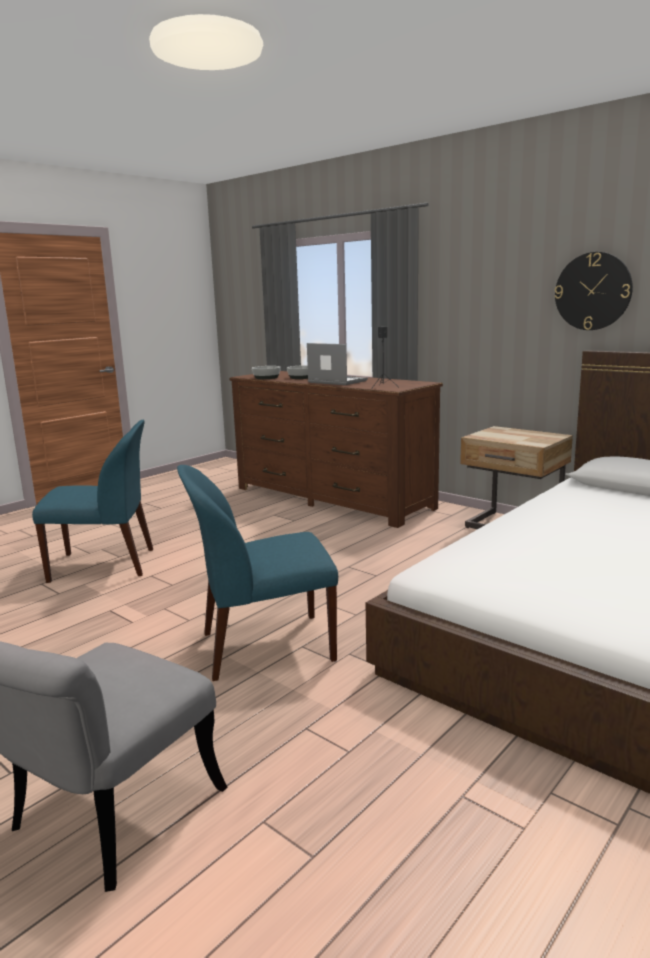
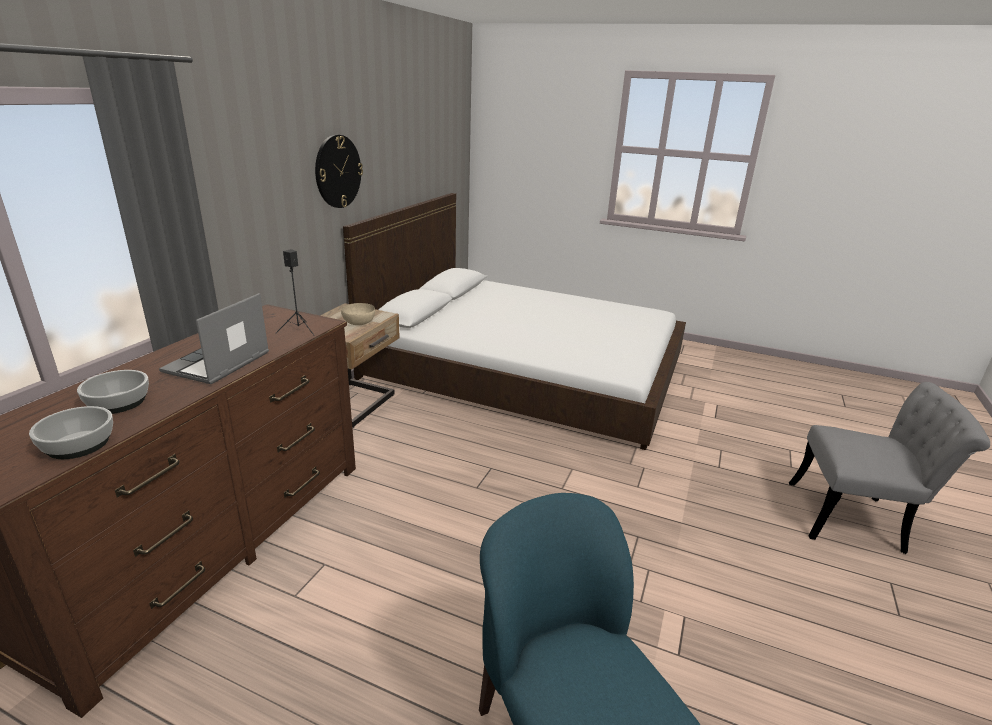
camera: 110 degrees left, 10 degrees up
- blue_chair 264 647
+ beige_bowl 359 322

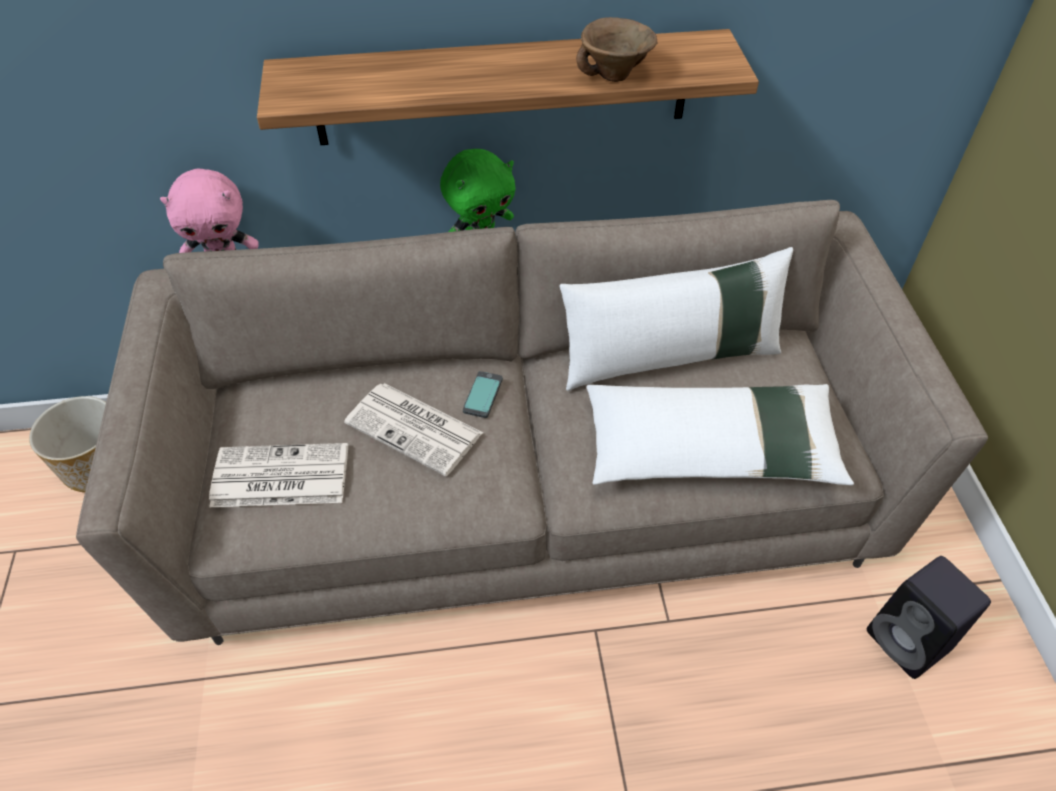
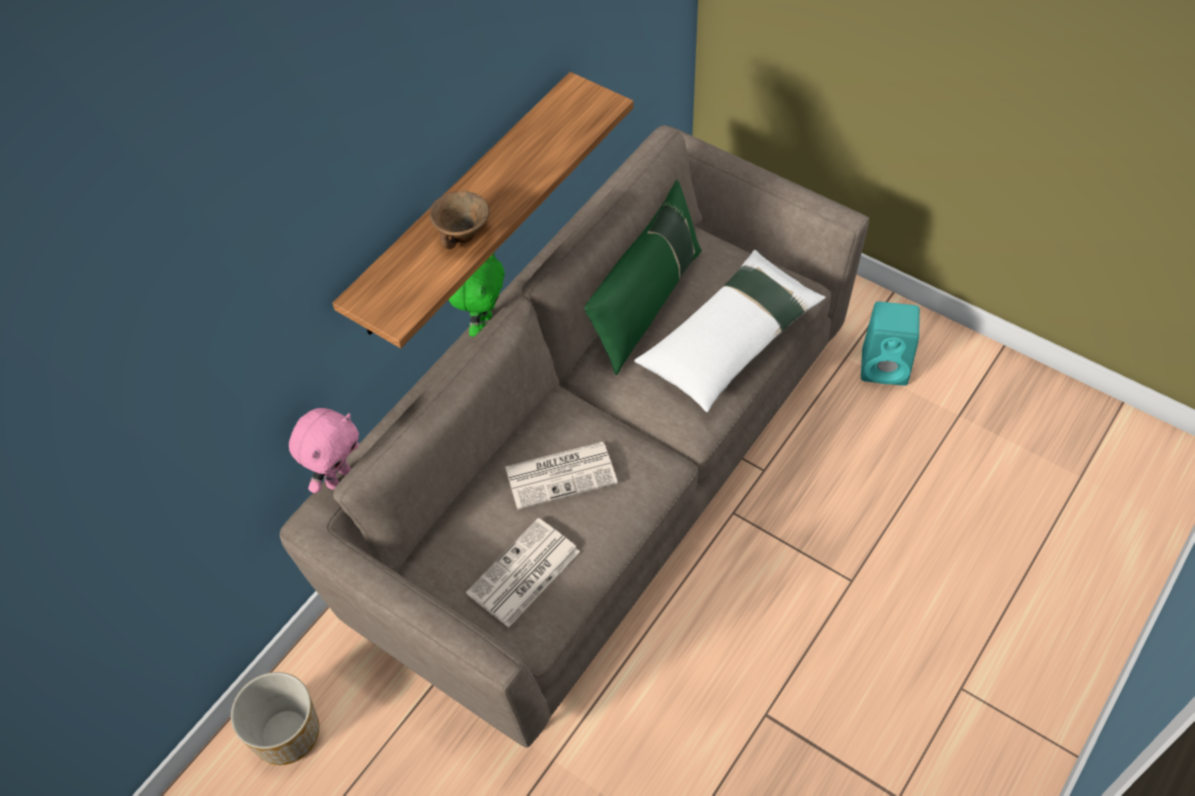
camera: 45 degrees left, 5 degrees up
- phone 482 395
~ white_pillow 670 357 to green_pillow 646 304
~ brown_bowl 614 76 to 463 235
~ black_speaker 910 642 to turquoise_speaker 886 367

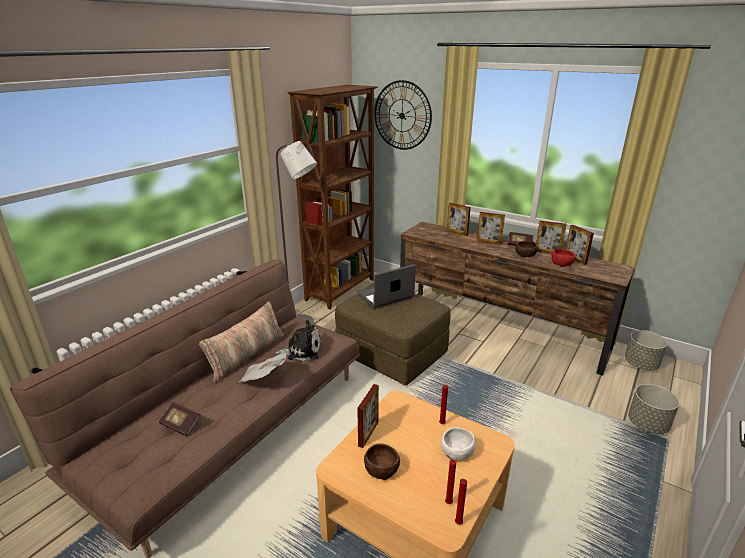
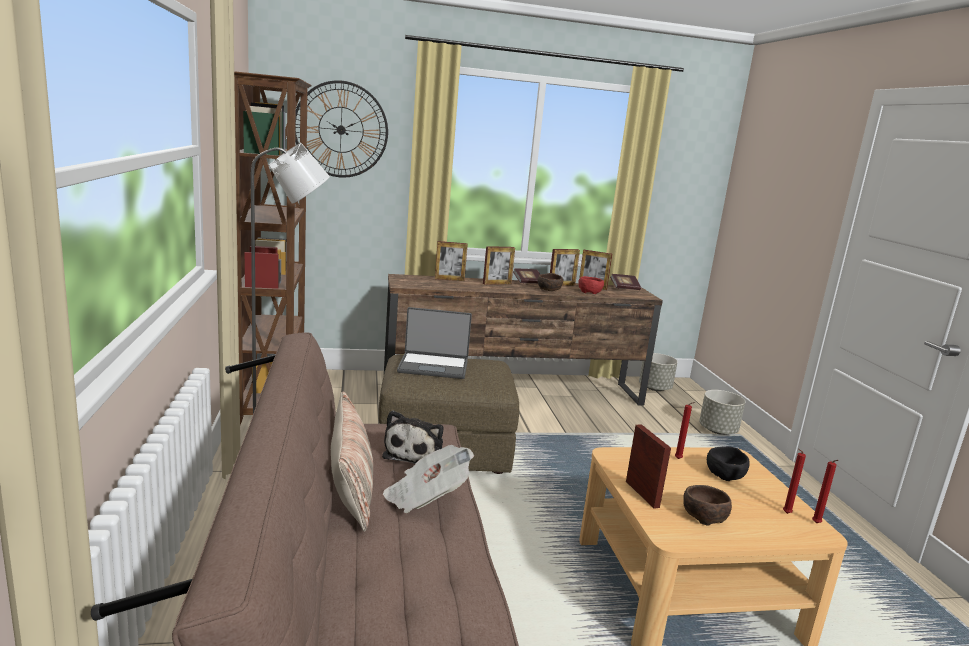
camera: 45 degrees left, 10 degrees down
~ book 181 425 to 624 288
~ plush_toy 301 350 = 416 453 150 degrees clockwise
~ laptop 386 296 = 433 366 105 degrees counterclockwise
~ white_bowl 456 452 to black_bowl 725 475

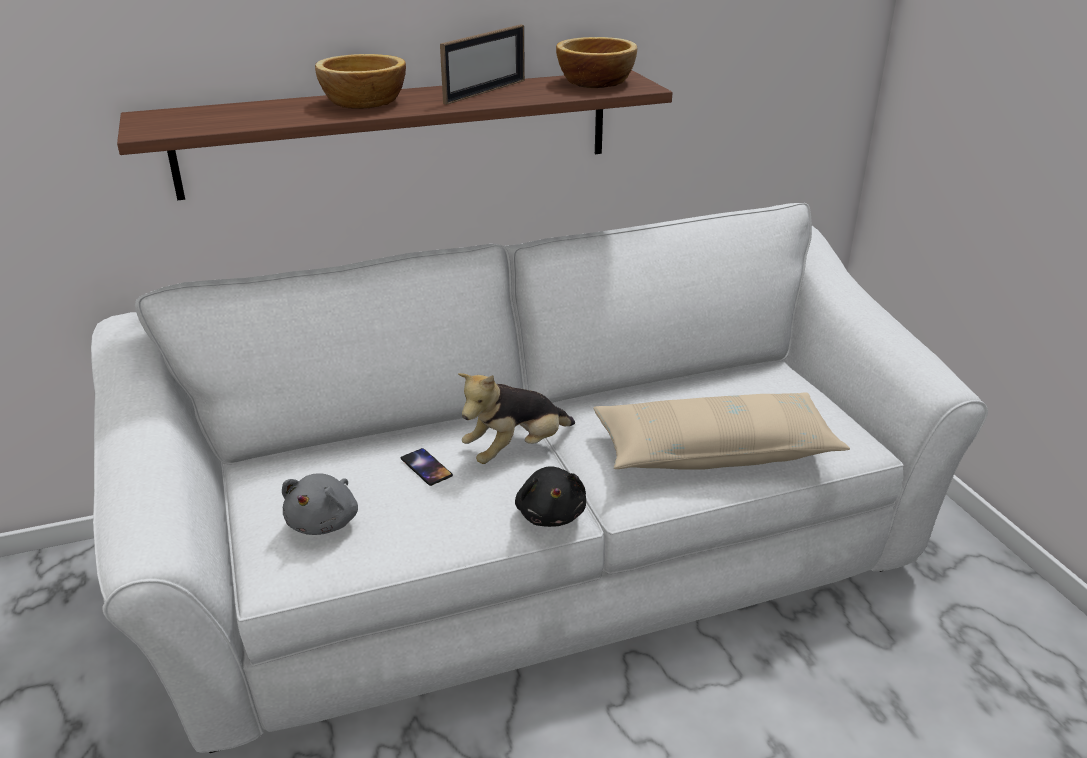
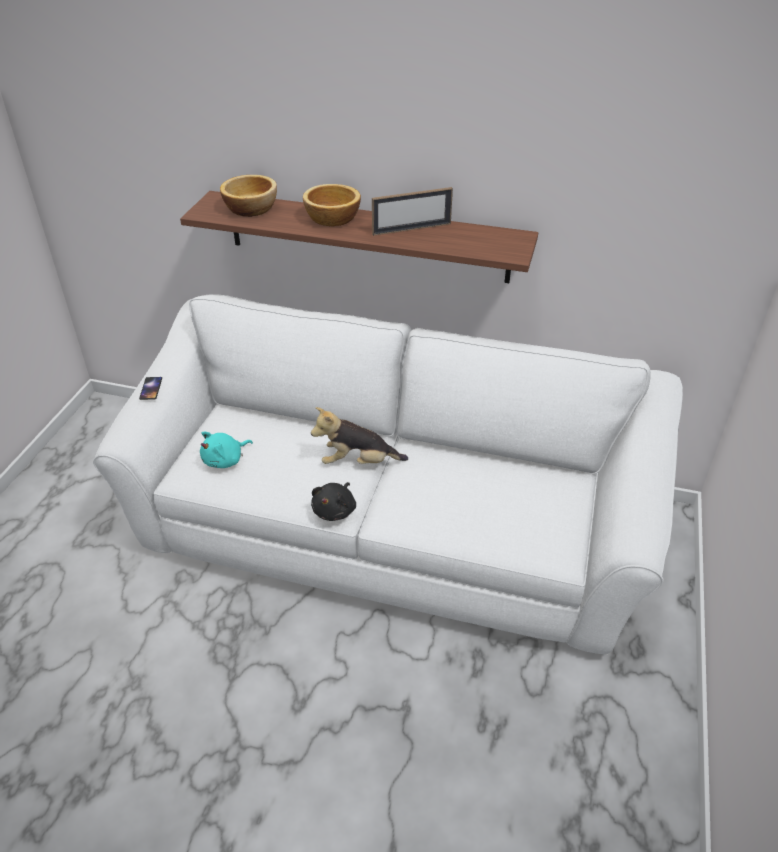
camera: 35 degrees right, 10 degrees up
~ grey_plush_toy 325 522 to turquoise_plush_toy 225 460
~ phone 426 467 to 151 388
~ bowl 595 81 to 251 208
- beige_pillow 714 451

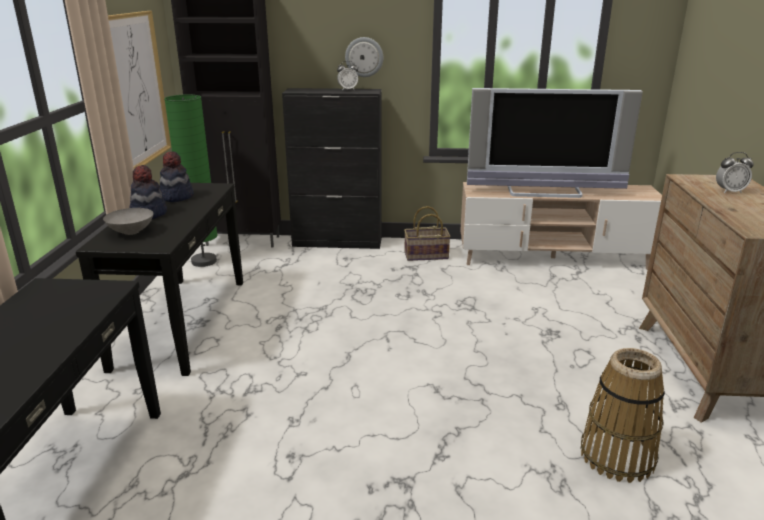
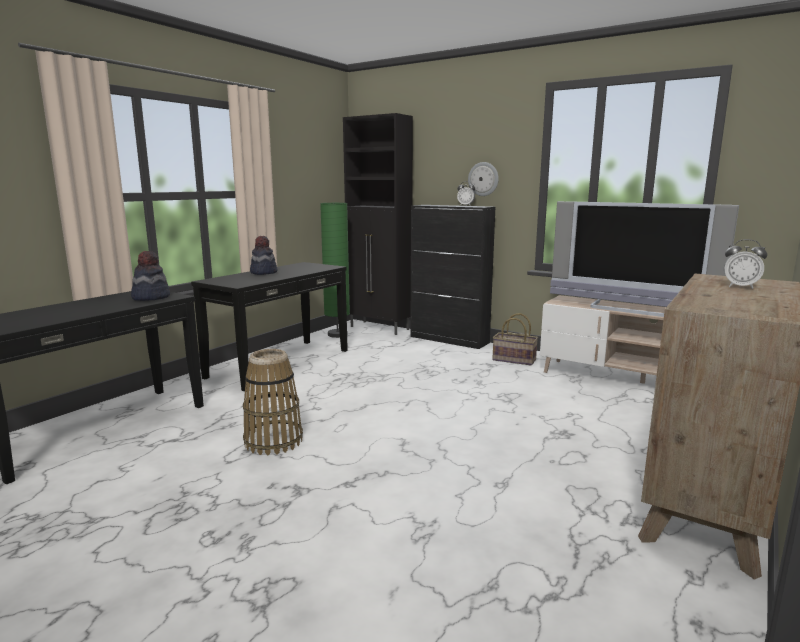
camera: 30 degrees right, 10 degrees down
- grey_bowl 130 232
- picture 136 90
~ hat 176 197 to 150 297
~ basket 616 456 to 273 441

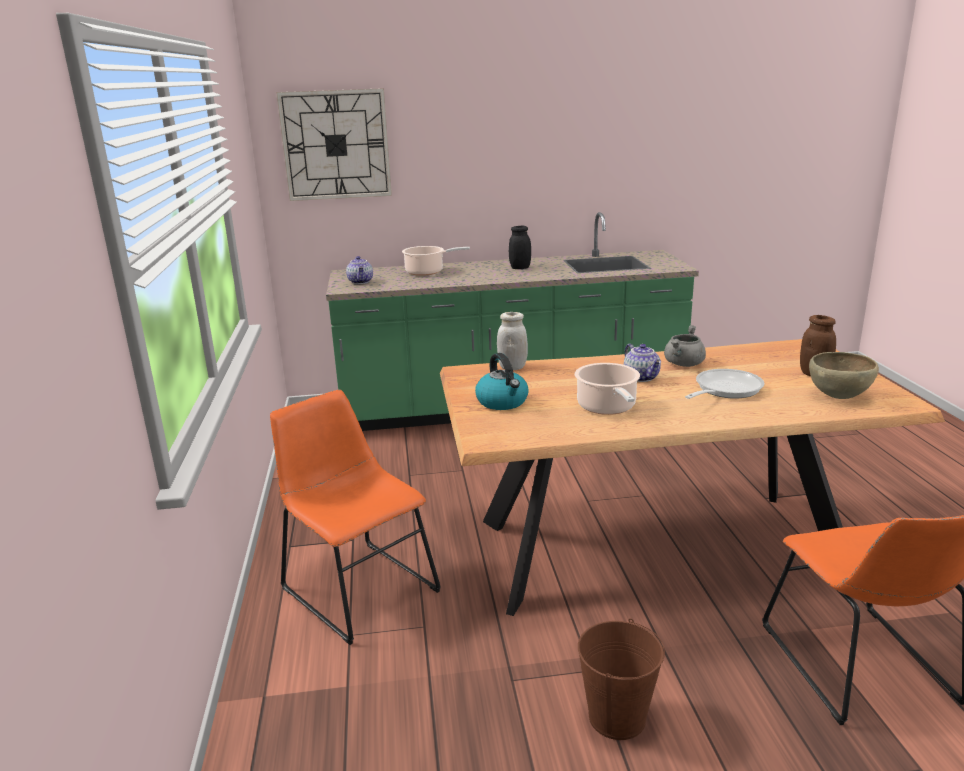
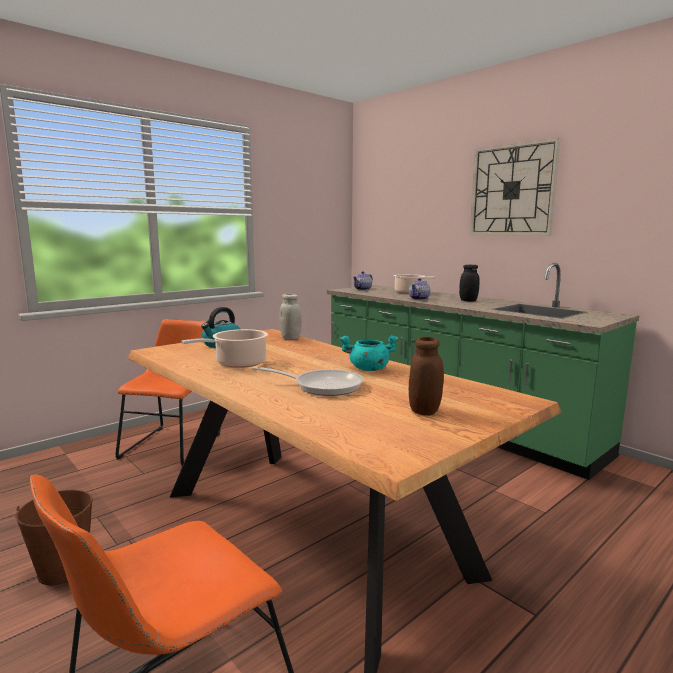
camera: 55 degrees right, 10 degrees down
~ wall_clock 336 145 to 512 190
~ teapot 642 377 to 419 299
~ grey_cooking_pot 684 364 to turquoise_cooking_pot 368 369
- brown_bowl 838 397

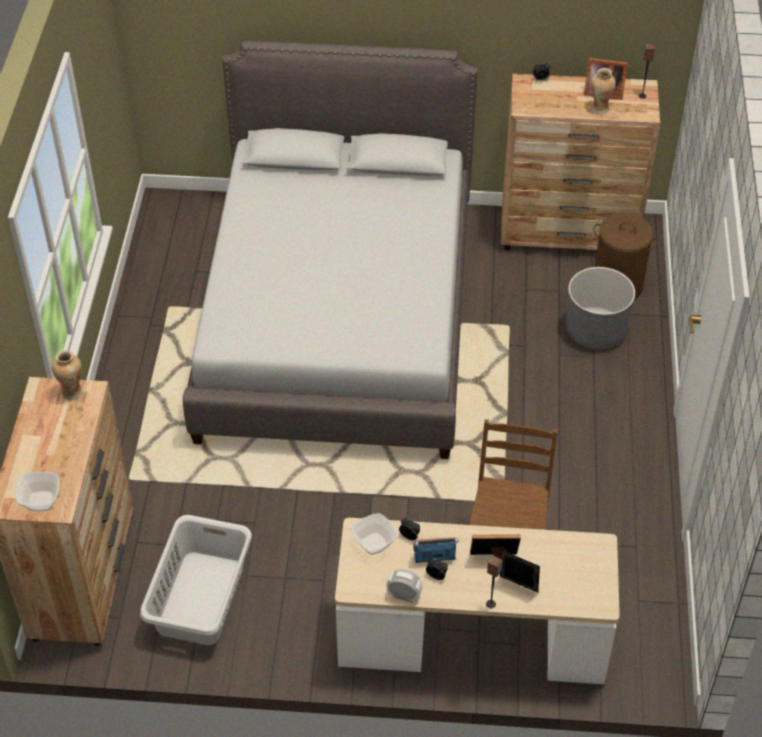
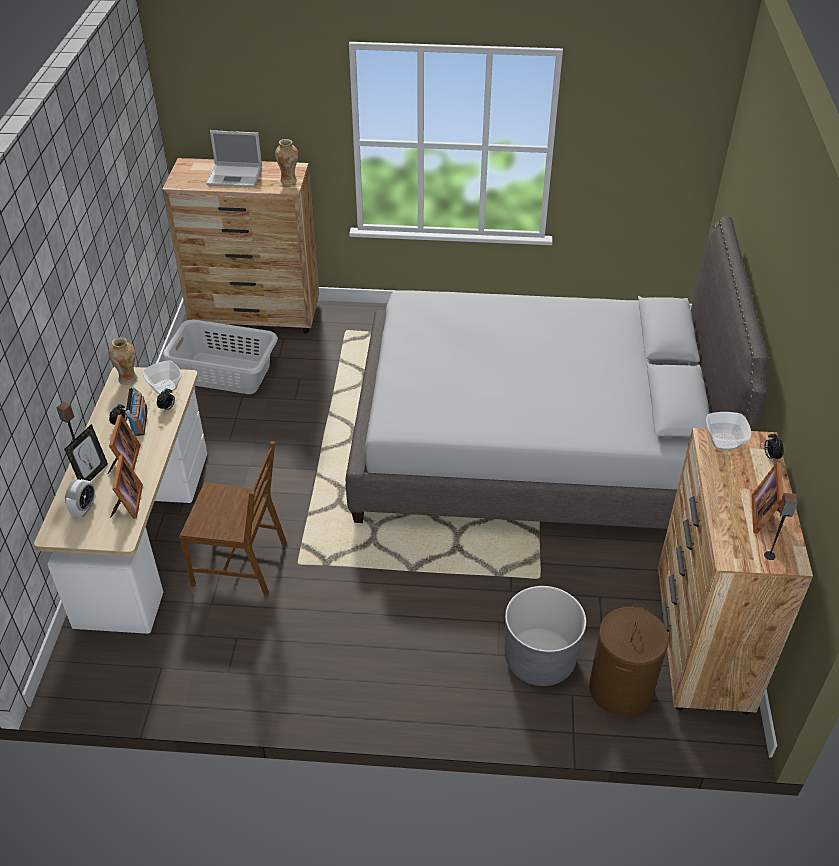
camera: 90 degrees right, 5 degrees down
~ bowl 41 501 to 724 442
~ alarm_clock 404 596 to 84 509
~ vase 599 109 to 128 379
+ picture_frame 128 504
+ laptop 236 176

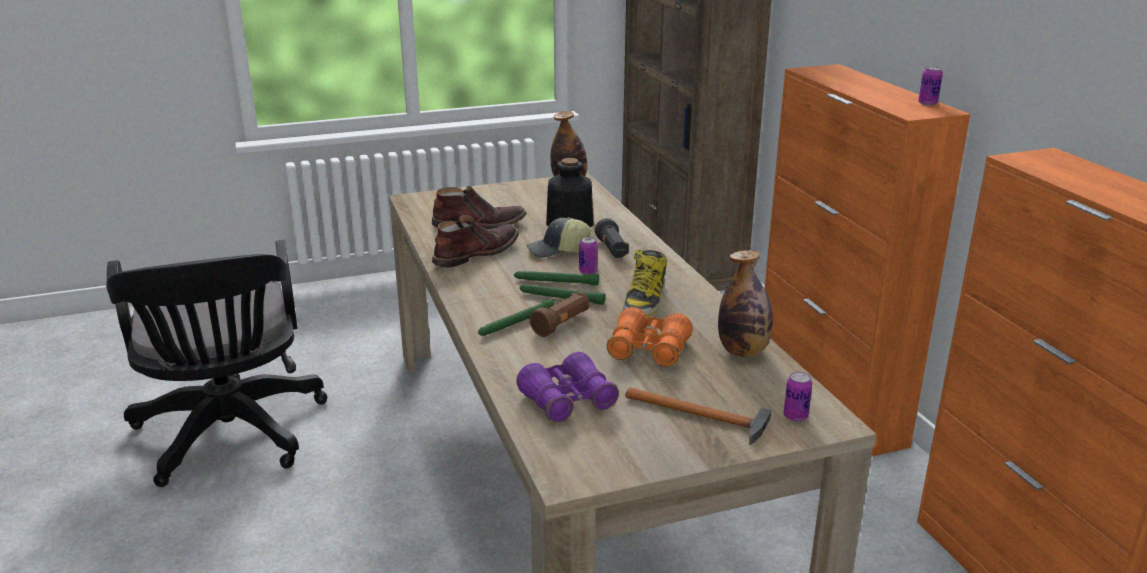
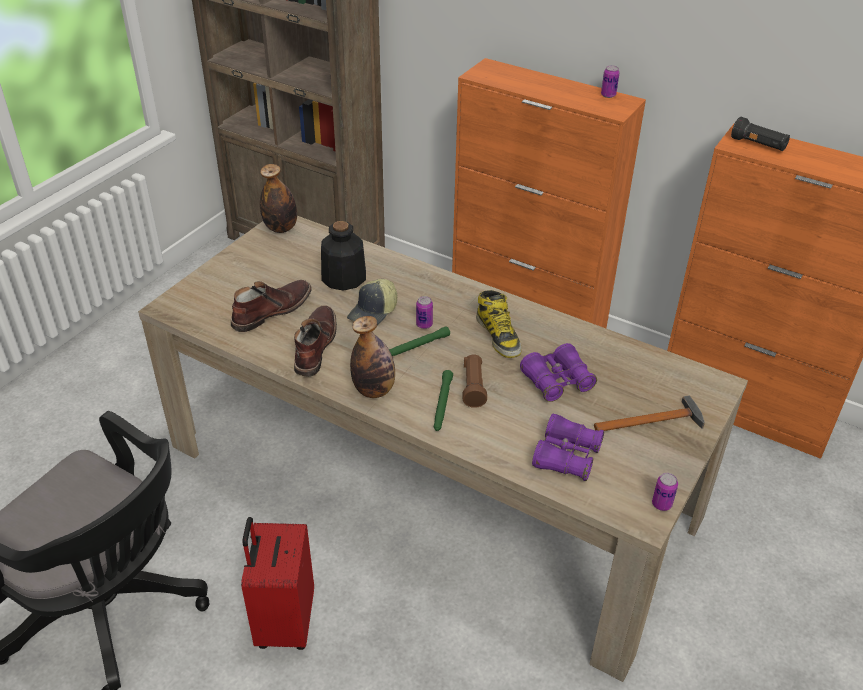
camera: 40 degrees left, 15 degrees up
- green_flashlight 561 298
~ black_flashlight 612 250 to 758 145
~ orange_binoculars 648 350 to purple_binoculars 557 381
~ bottle 743 351 to 374 390
~ can 795 416 to 661 504
+ red_suitcase 284 622

